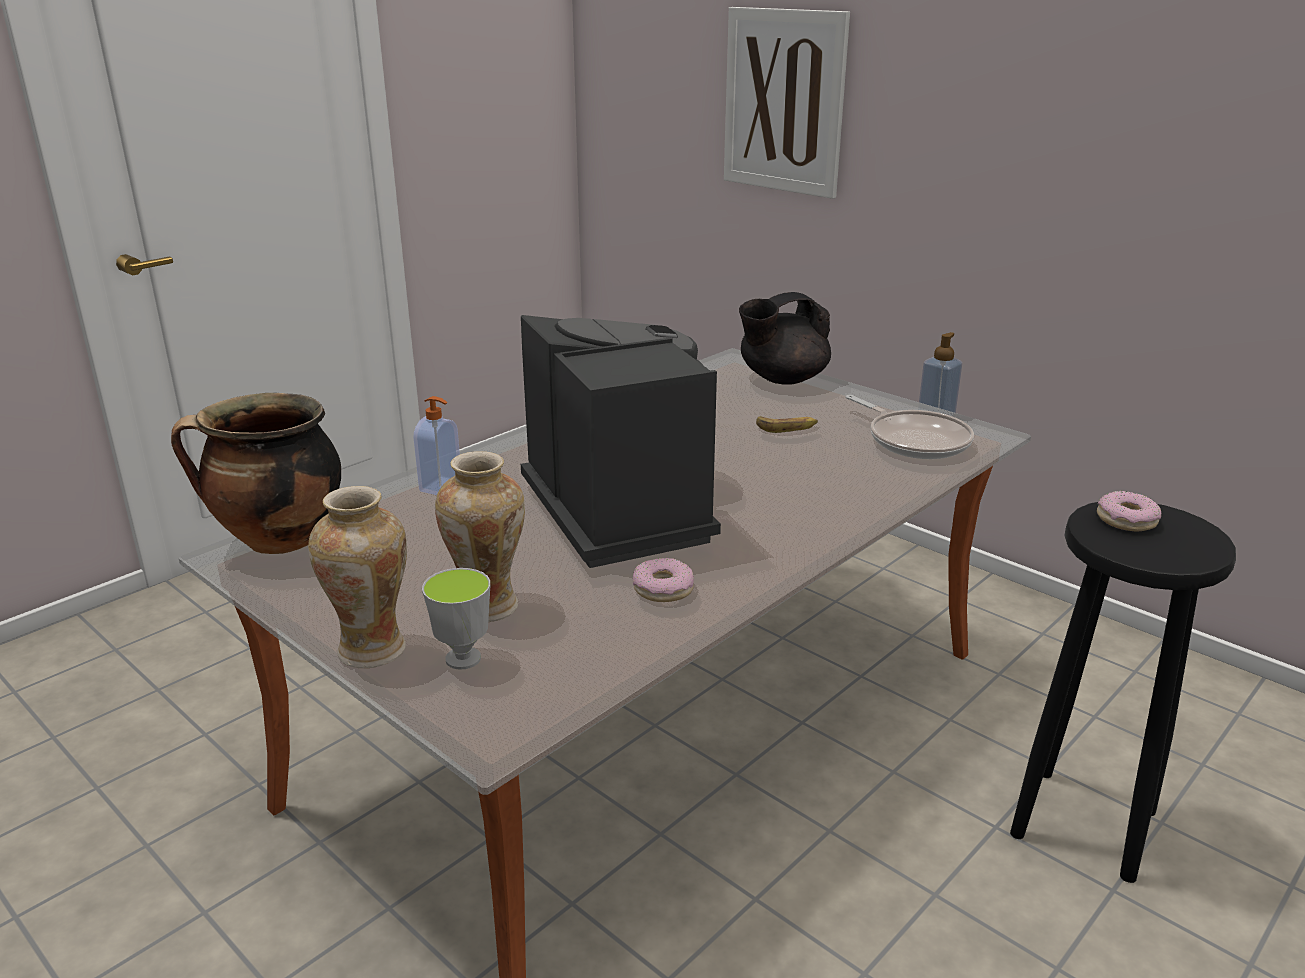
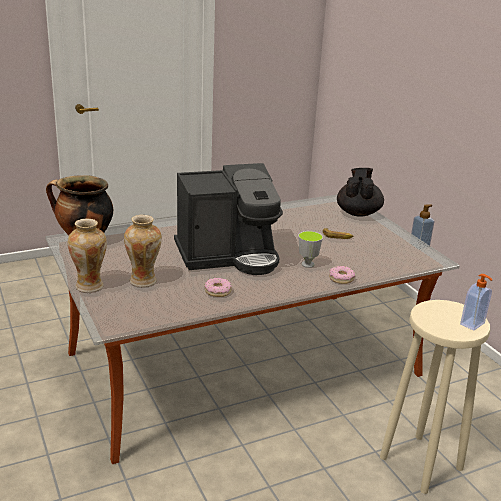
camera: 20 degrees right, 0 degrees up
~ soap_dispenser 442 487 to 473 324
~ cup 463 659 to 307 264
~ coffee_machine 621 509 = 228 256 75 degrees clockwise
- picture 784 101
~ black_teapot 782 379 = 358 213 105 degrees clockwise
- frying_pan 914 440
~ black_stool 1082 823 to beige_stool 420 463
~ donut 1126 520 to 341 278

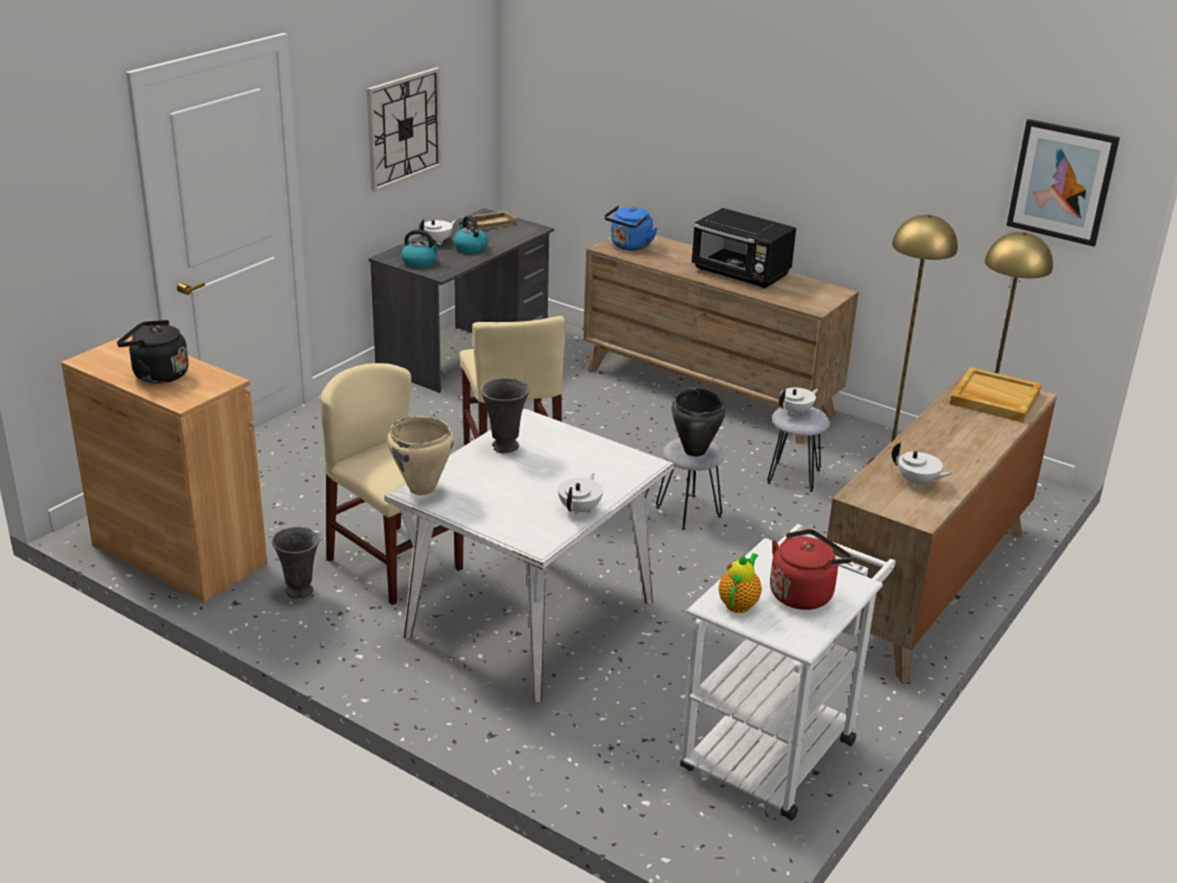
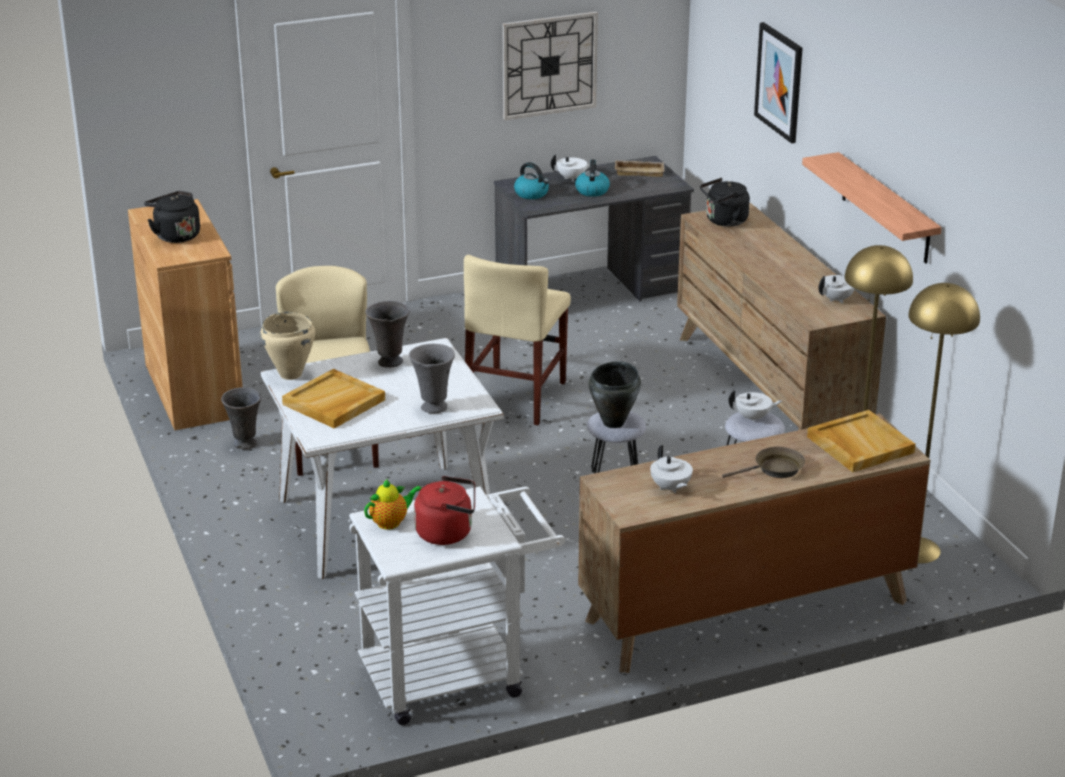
camera: 35 degrees right, 0 degrees up
~ white_teapot 580 509 to 837 299
~ blue_kettle 629 246 to black_kettle 724 221
- black_microwave 741 274
~ picture 1062 182 to 779 82
+ beige_tray 334 402
+ grey_vase 433 407
+ brown_frying_pan 775 469
+ shelf 886 209

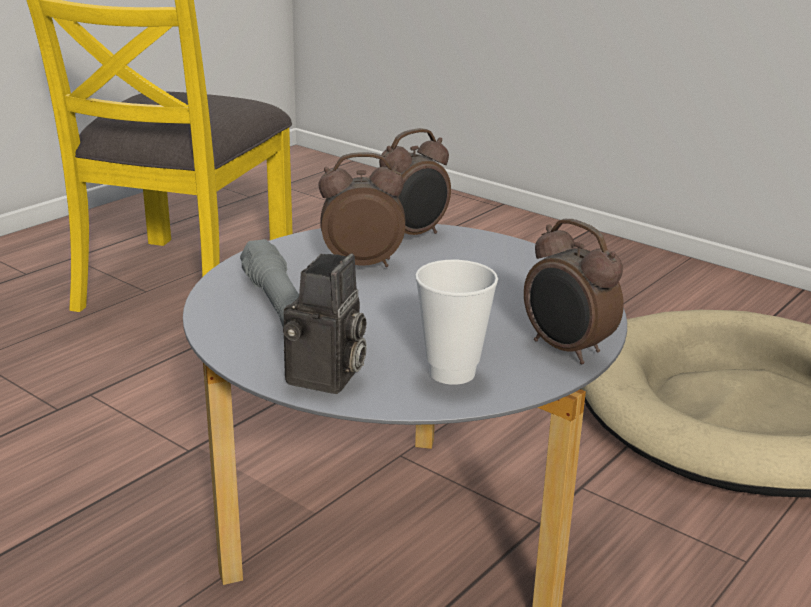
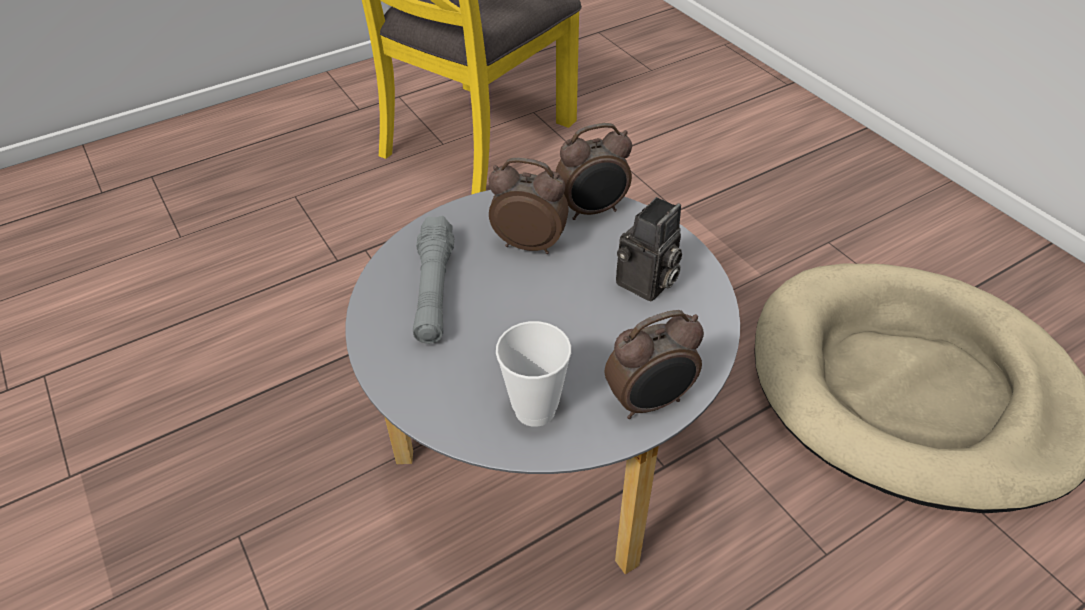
camera: 20 degrees right, 20 degrees up
~ photo_camera 326 378 to 646 284
~ alarm_clock 566 350 = 650 402 90 degrees counterclockwise

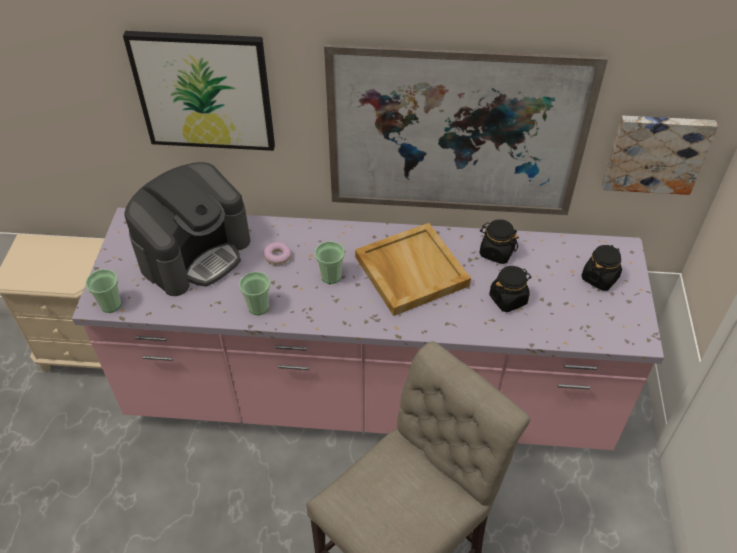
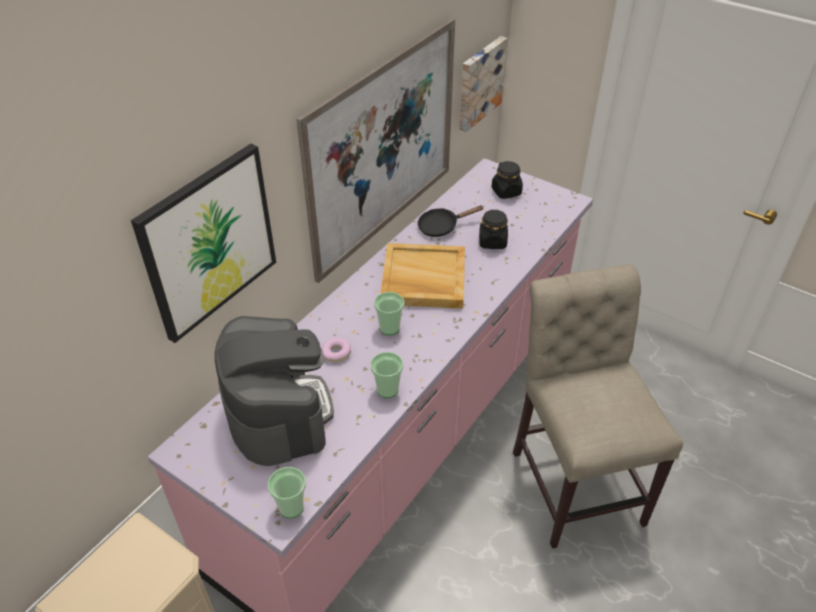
camera: 60 degrees left, 5 degrees down
~ black_jar 496 252 to black_frying_pan 441 227

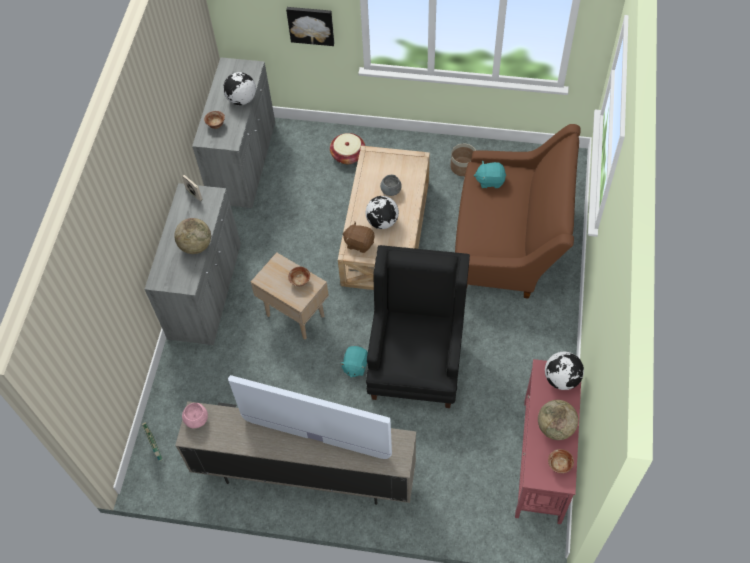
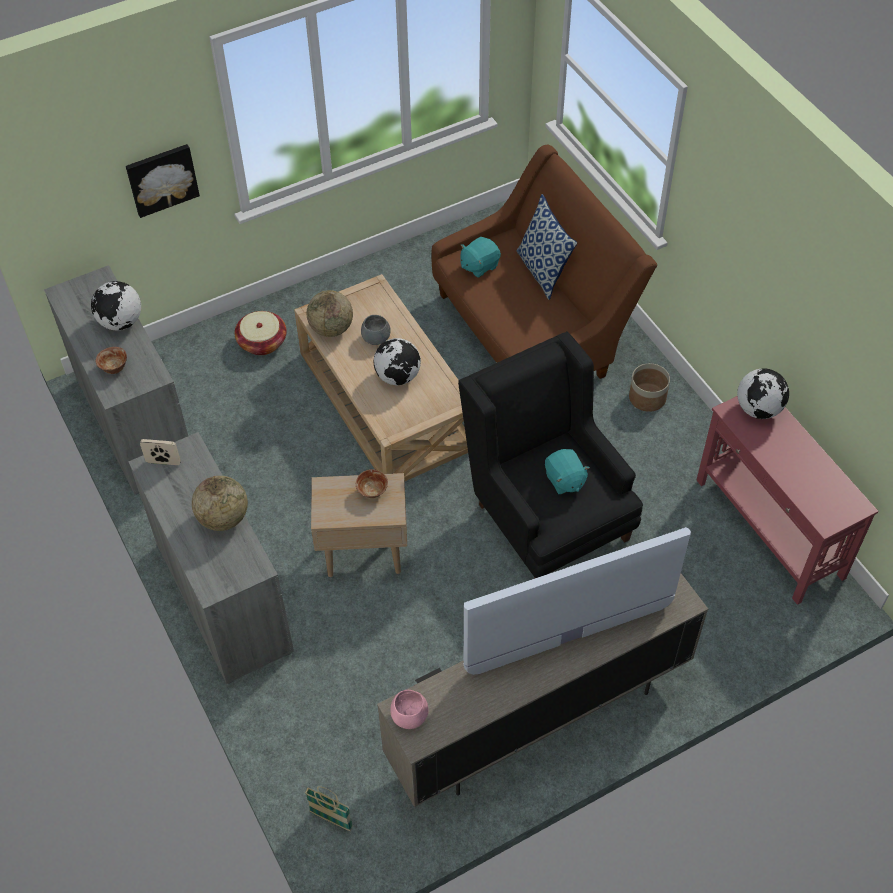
camera: 40 degrees left, 5 degrees down
~ turquoise_plush_toy 355 366 to 564 480
- brown_plush_toy 359 243
~ planter 463 167 to 647 398
~ globe 555 427 to 331 328
- bowl 559 465
+ pillow 543 271

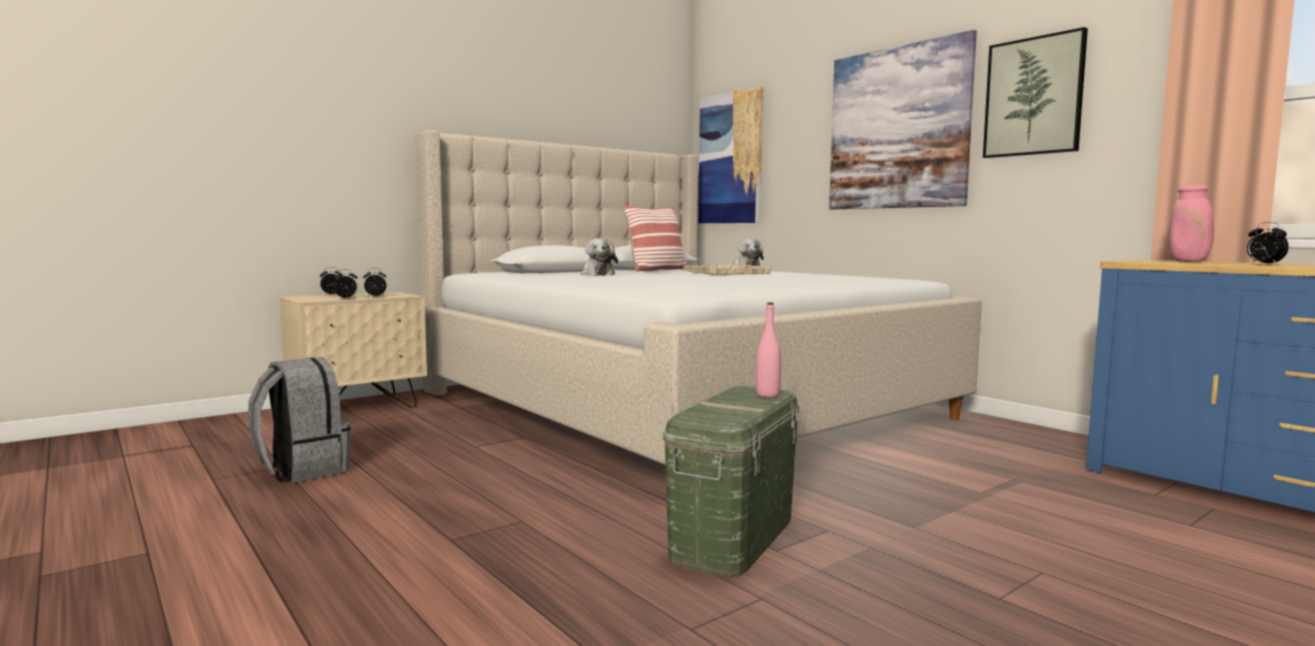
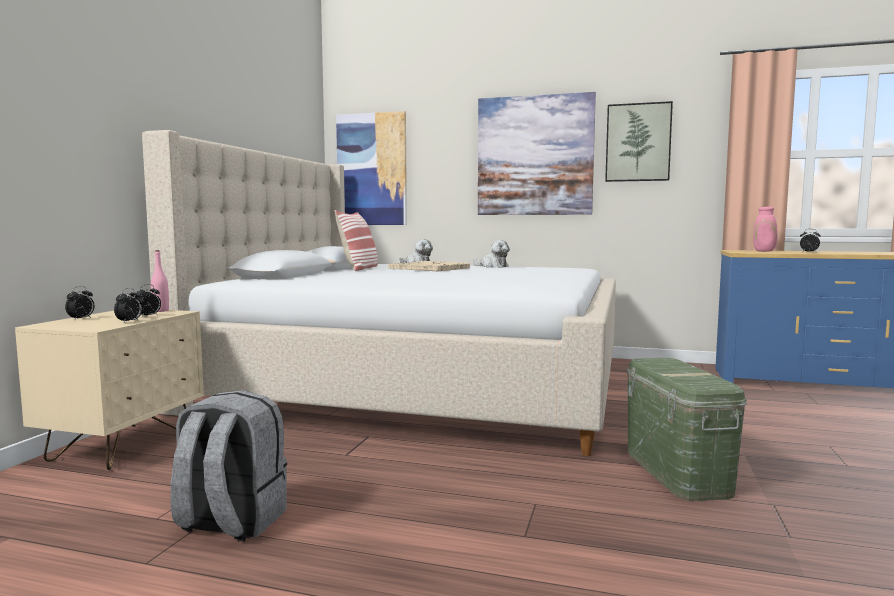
camera: 35 degrees left, 0 degrees up
~ plush_toy 597 274 to 492 266
~ pink_bottle 767 395 to 160 311

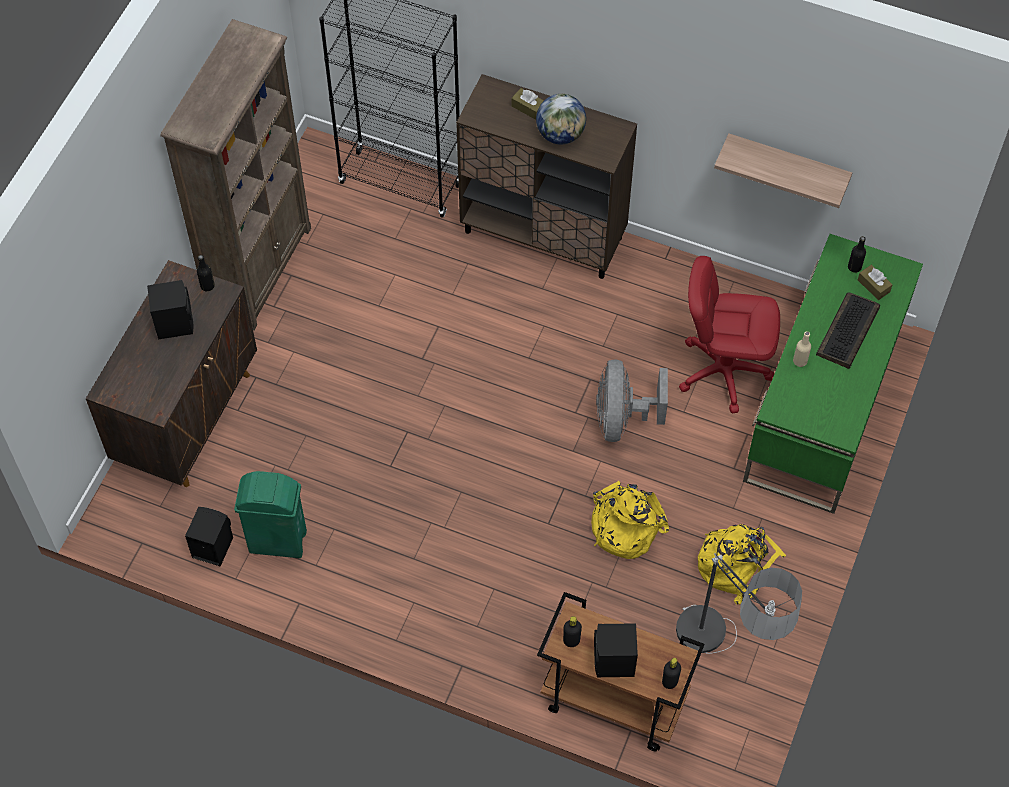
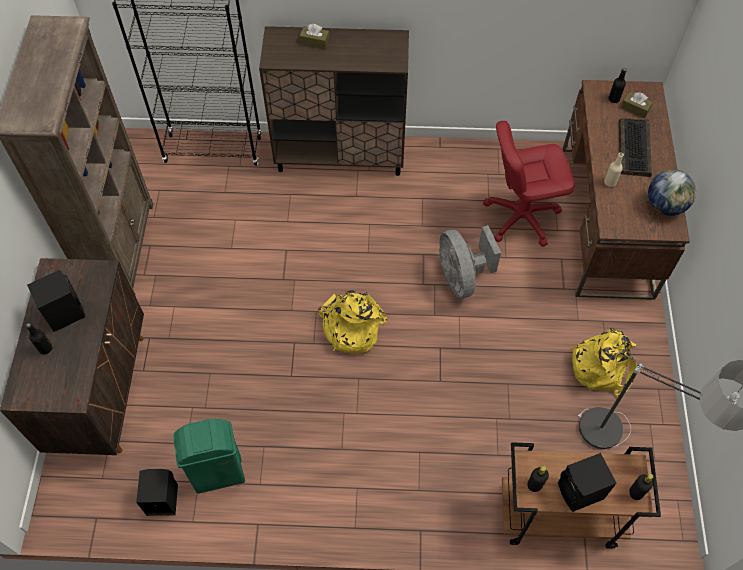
camera: 20 degrees left, 0 degrees up
~ black_bottle 207 286 to 45 348
~ globe 560 134 to 665 206
~ yellow_backpack 624 526 to 351 327
- shelf 787 165
~ green_desk 821 407 to brown_desk 606 221

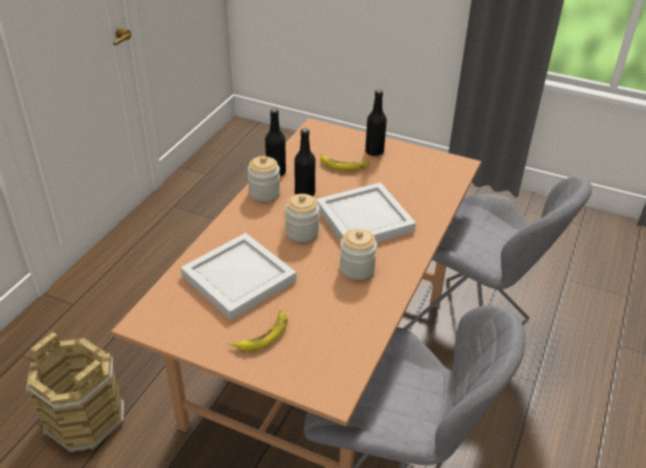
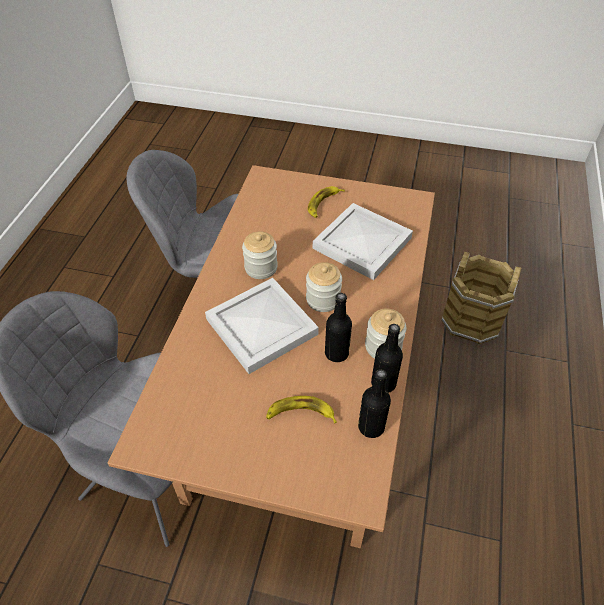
camera: 170 degrees right, 10 degrees up
~ black_bottle 374 151 to 371 427

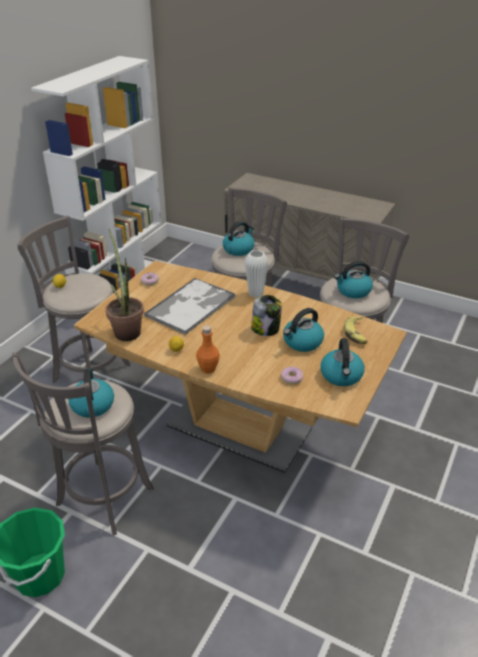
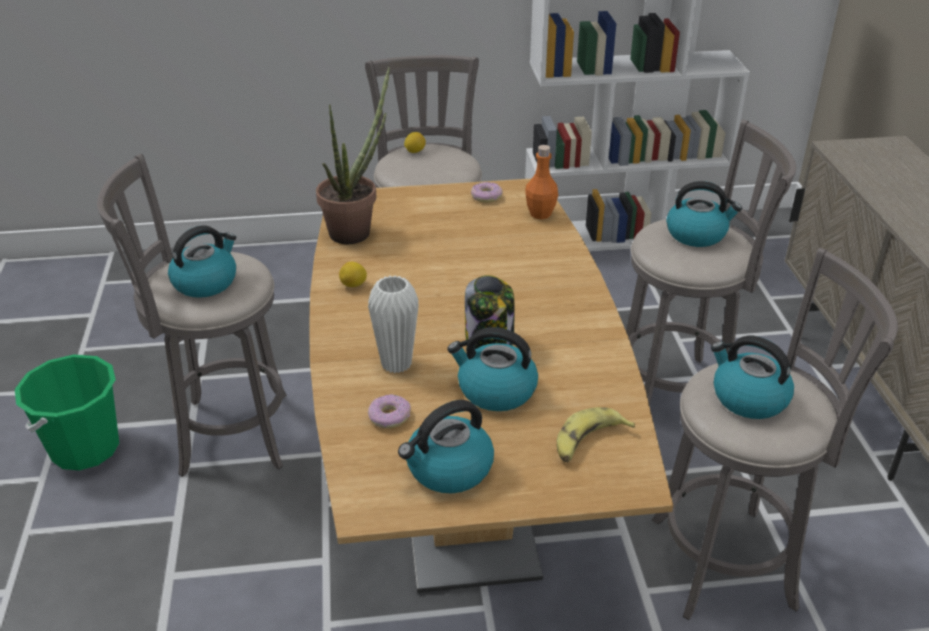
camera: 55 degrees right, 0 degrees up
- tray 191 306
~ orange_bottle 208 369 to 540 214
~ white_vase 255 294 to 396 364

